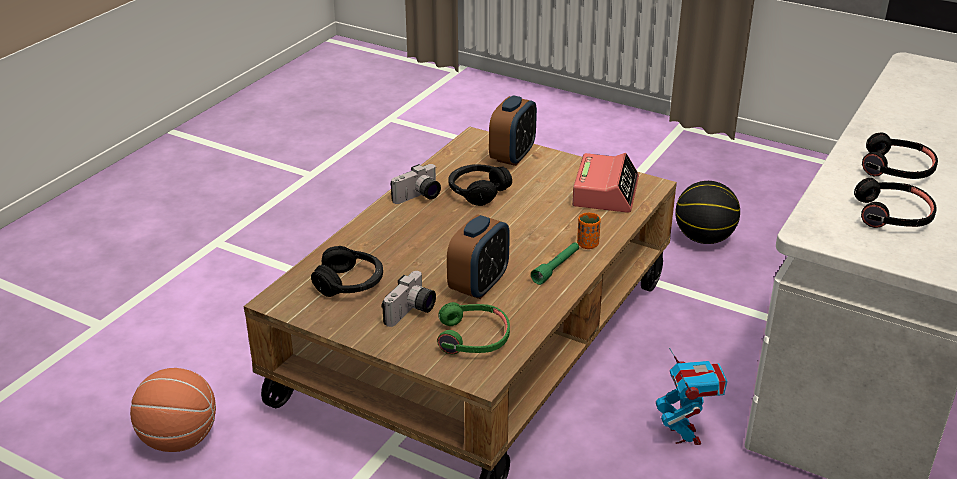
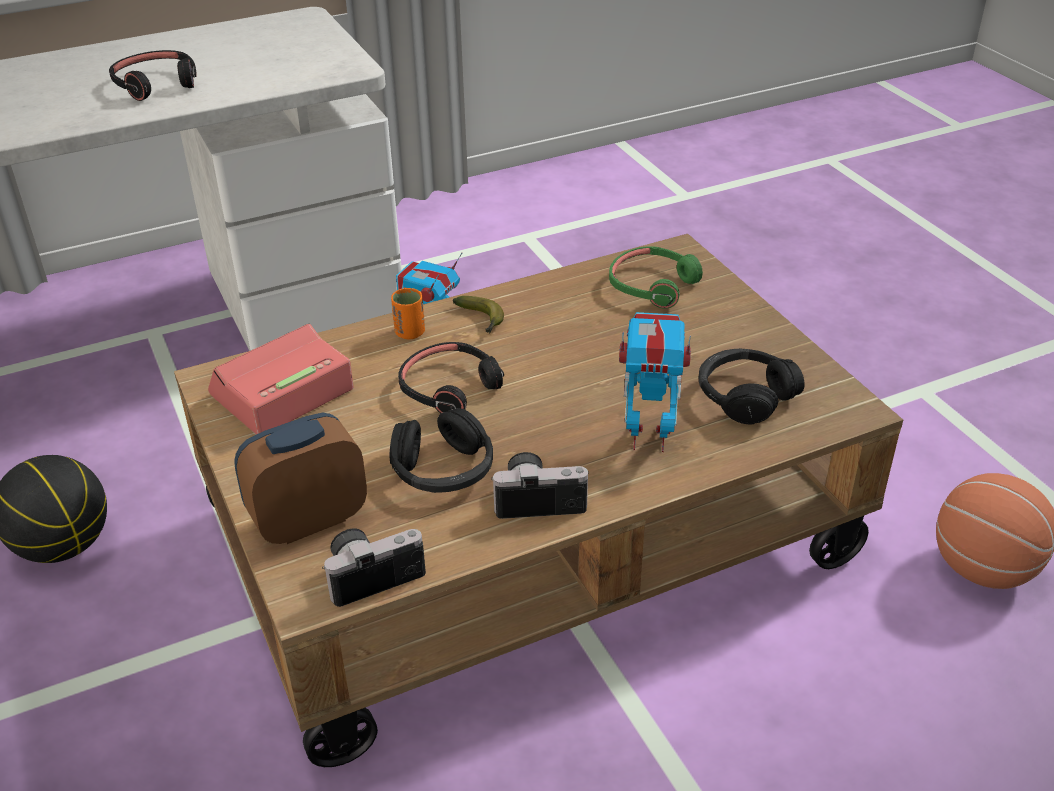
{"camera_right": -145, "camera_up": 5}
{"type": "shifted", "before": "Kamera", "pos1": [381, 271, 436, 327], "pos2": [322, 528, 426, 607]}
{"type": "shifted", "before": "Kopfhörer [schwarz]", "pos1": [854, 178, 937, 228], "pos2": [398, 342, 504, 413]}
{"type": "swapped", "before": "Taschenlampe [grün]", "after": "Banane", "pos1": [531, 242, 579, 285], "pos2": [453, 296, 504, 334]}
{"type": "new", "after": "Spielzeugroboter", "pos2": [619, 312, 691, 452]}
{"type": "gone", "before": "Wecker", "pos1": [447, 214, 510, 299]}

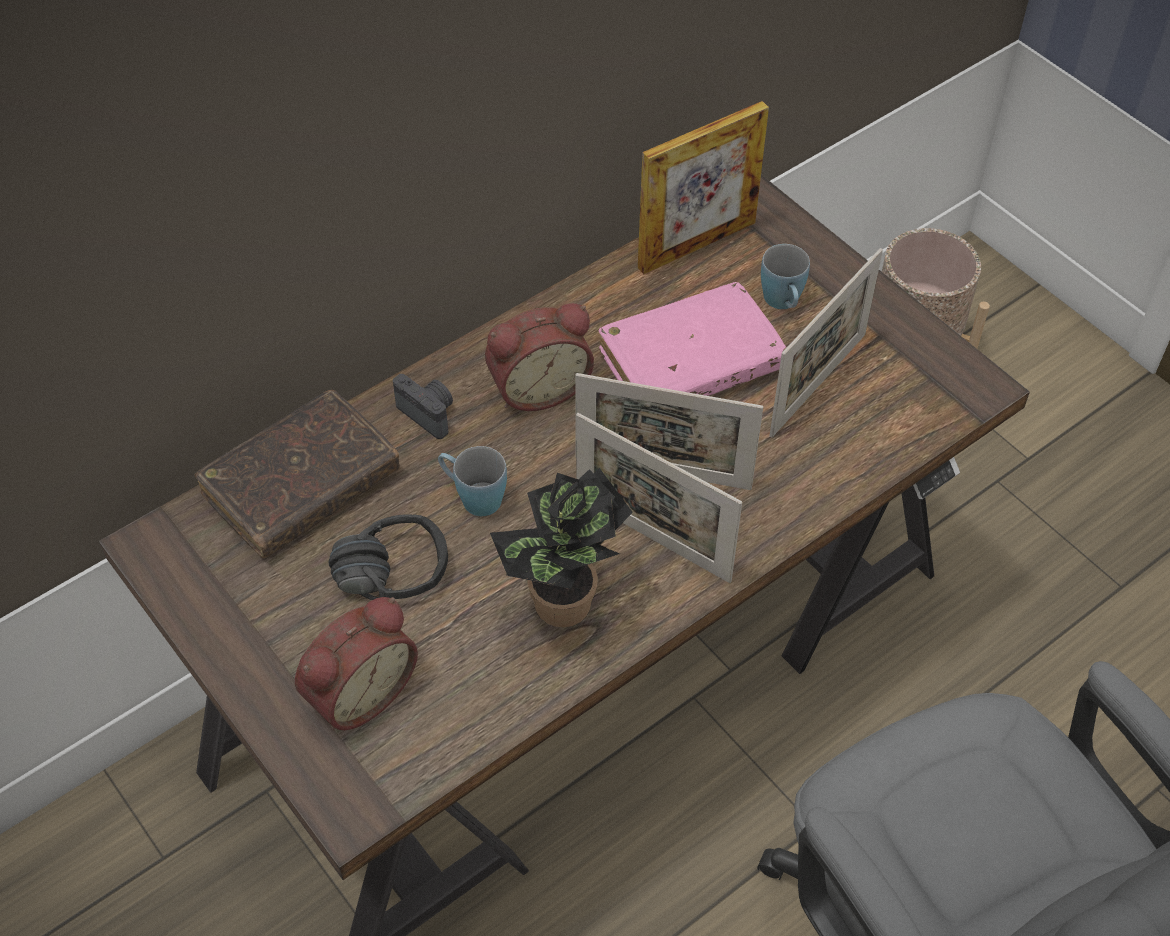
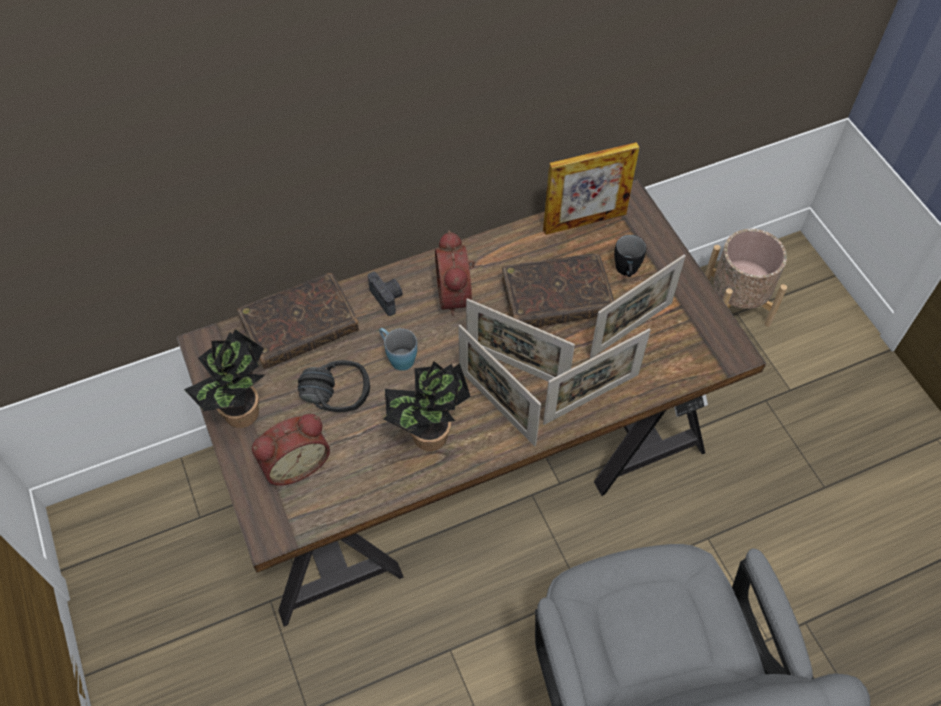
{"camera_right": 15, "camera_up": 5}
{"type": "new", "after": "Topfpflanze", "pos2": [184, 329, 265, 428]}
{"type": "rotated", "before": "Wecker", "pos1": [485, 303, 594, 411], "pos2": [435, 230, 475, 316], "turn": 90}
{"type": "repainted", "before": "Buch [rosa]", "after": "Buch [braun]", "pos1": [598, 282, 787, 396], "pos2": [502, 253, 614, 327]}
{"type": "new", "after": "Bilderrahmen", "pos2": [543, 329, 651, 425]}
{"type": "repainted", "before": "Henkelbecher [blau]", "after": "Henkelbecher [schwarz]", "pos1": [761, 244, 810, 309], "pos2": [614, 235, 646, 277]}

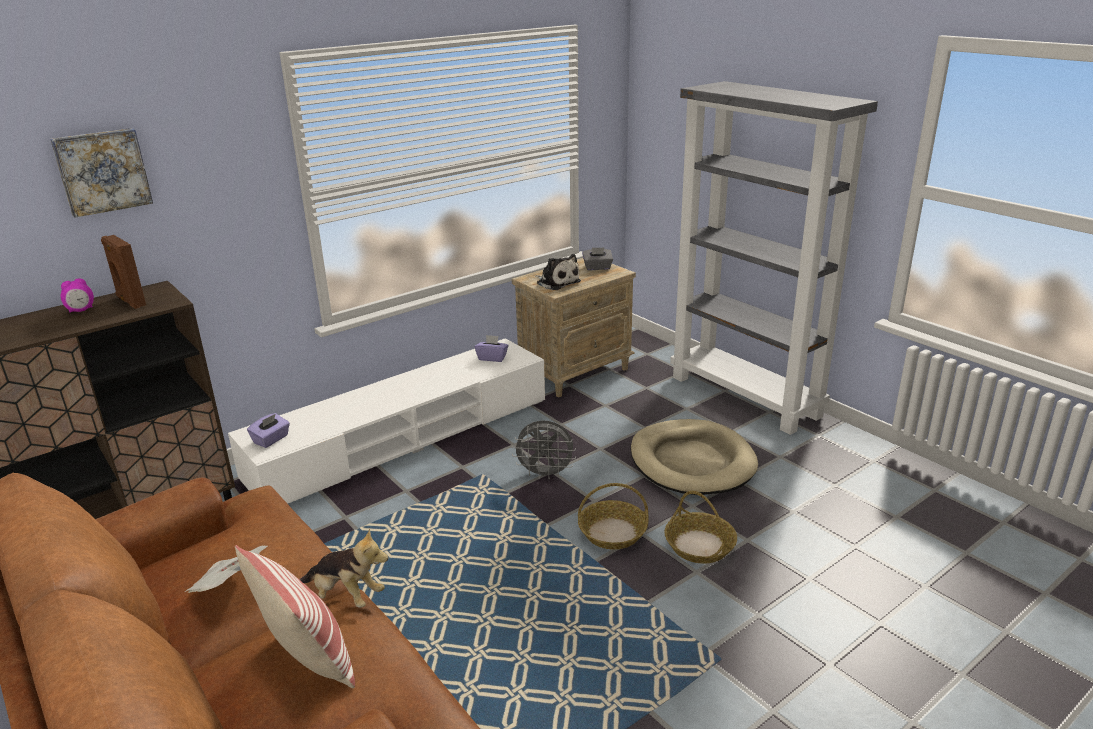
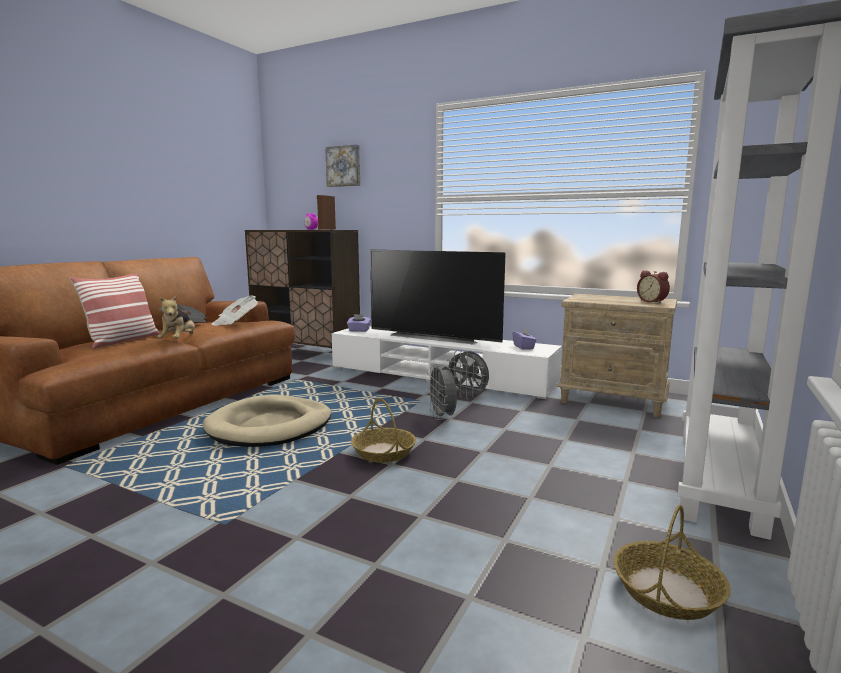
{"camera_right": 65, "camera_up": -15}
{"type": "shifted", "before": "Hundebett [beige]", "pos1": [631, 419, 758, 495], "pos2": [203, 395, 331, 447]}
{"type": "new", "after": "Zeitung", "pos2": [212, 296, 258, 326]}
{"type": "new", "after": "Fernseher", "pos2": [370, 250, 506, 344]}
{"type": "new", "after": "Ventilator [grau]", "pos2": [445, 350, 489, 399]}
{"type": "shifted", "before": "Korb", "pos1": [665, 491, 737, 564], "pos2": [613, 505, 731, 620]}
{"type": "swapped", "before": "Taschentuchbox [grau]", "after": "Wecker", "pos1": [582, 247, 613, 270], "pos2": [637, 270, 670, 303]}
{"type": "gone", "before": "Plüschtier", "pos1": [535, 254, 581, 290]}

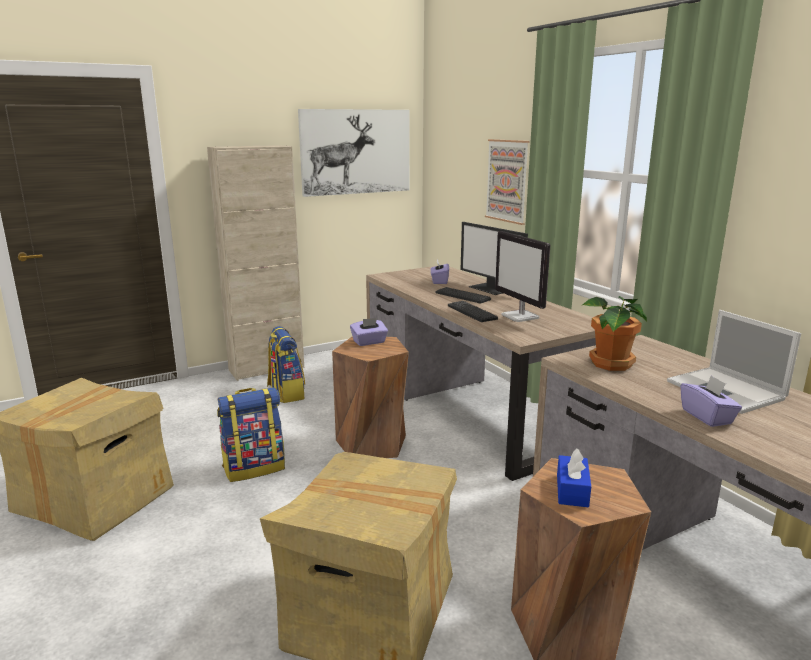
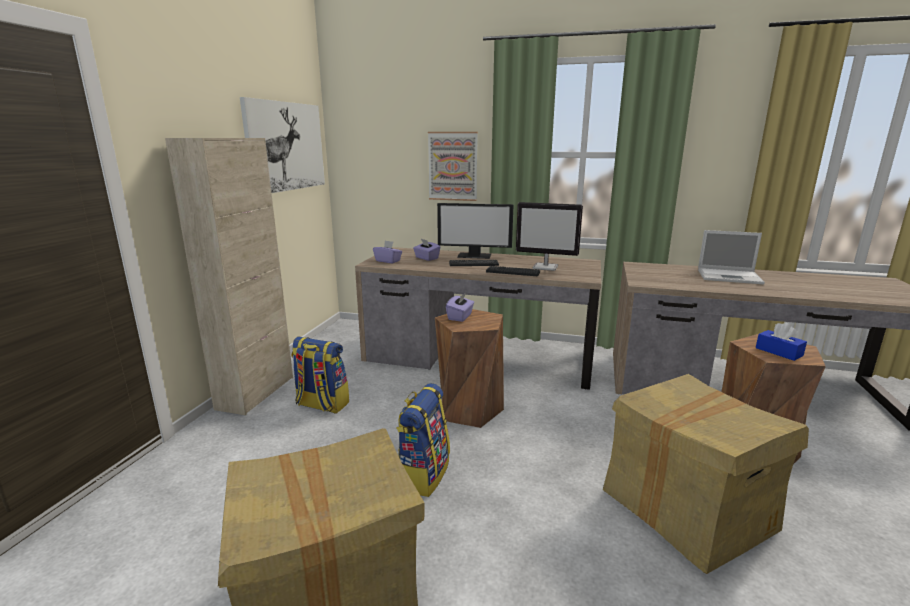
{"camera_right": -45, "camera_up": 0}
{"type": "shifted", "before": "Taschentuchbox [lila]", "pos1": [680, 375, 742, 427], "pos2": [373, 241, 402, 263]}
{"type": "gone", "before": "Topfpflanze", "pos1": [583, 296, 647, 371]}

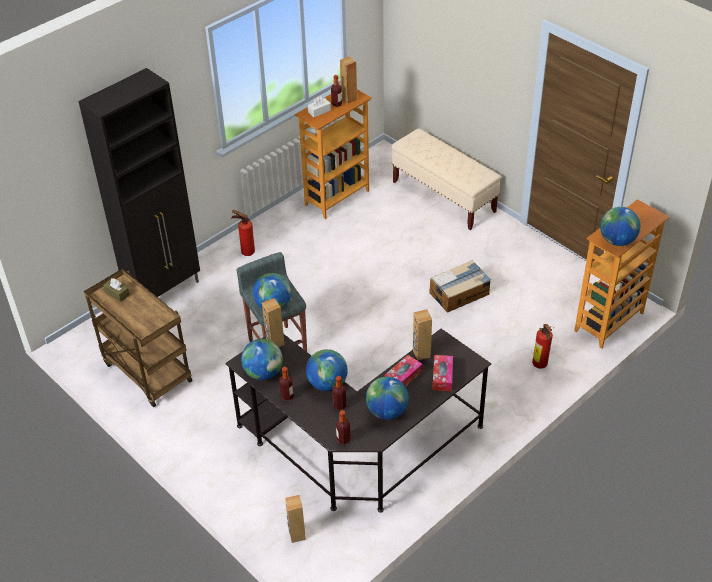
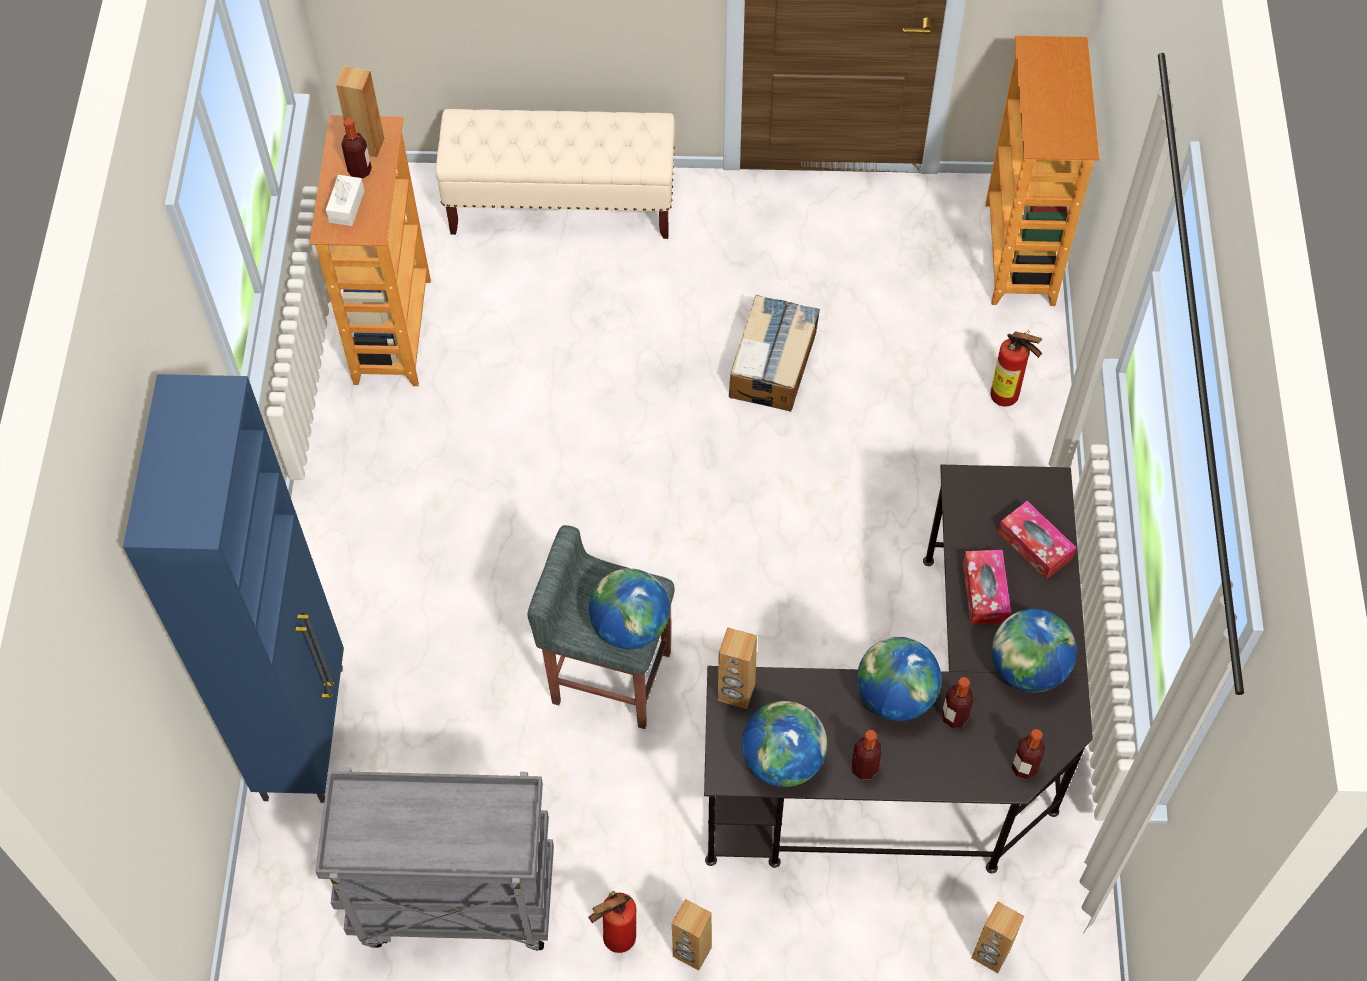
{"camera_right": -45, "camera_up": 15}
{"type": "repainted", "before": "Schrank [schwarz]", "after": "Schrank [blau]", "pos1": [78, 68, 200, 297], "pos2": [123, 374, 344, 803]}
{"type": "repainted", "before": "Rollwagen [braun]", "after": "Rollwagen [grau]", "pos1": [84, 268, 192, 407], "pos2": [315, 767, 554, 951]}
{"type": "shifted", "before": "Feuerlöscher", "pos1": [231, 210, 255, 256], "pos2": [588, 891, 636, 953]}
{"type": "shifted", "before": "Lautsprecher [braun]", "pos1": [413, 309, 432, 361], "pos2": [672, 899, 712, 971]}
{"type": "gone", "before": "Taschentuchbox [braun]", "pos1": [103, 278, 130, 302]}
{"type": "gone", "before": "Globus", "pos1": [600, 207, 640, 246]}

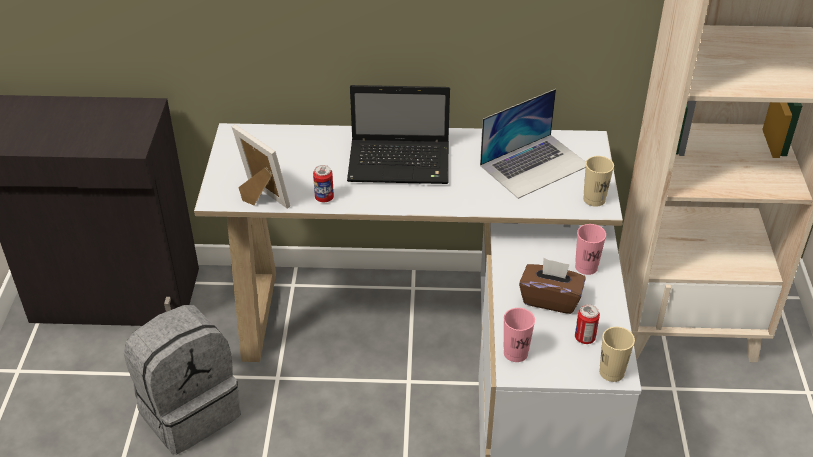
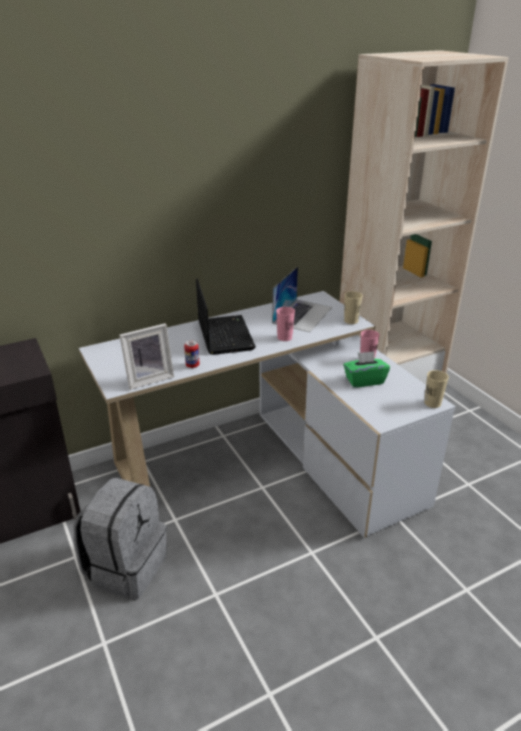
{"camera_right": -30, "camera_up": -10}
{"type": "rotated", "before": "Bilderrahmen", "pos1": [232, 124, 290, 208], "pos2": [119, 323, 174, 390], "turn": 135}
{"type": "rotated", "before": "Laptop", "pos1": [347, 85, 450, 184], "pos2": [196, 279, 256, 355], "turn": -75}
{"type": "shifted", "before": "Tasse [rosa]", "pos1": [504, 308, 535, 362], "pos2": [276, 307, 295, 341]}
{"type": "repainted", "before": "Taschentuchbox [braun]", "after": "Taschentuchbox [grün]", "pos1": [519, 258, 586, 314], "pos2": [343, 351, 390, 388]}
{"type": "gone", "before": "Dose", "pos1": [575, 304, 600, 344]}

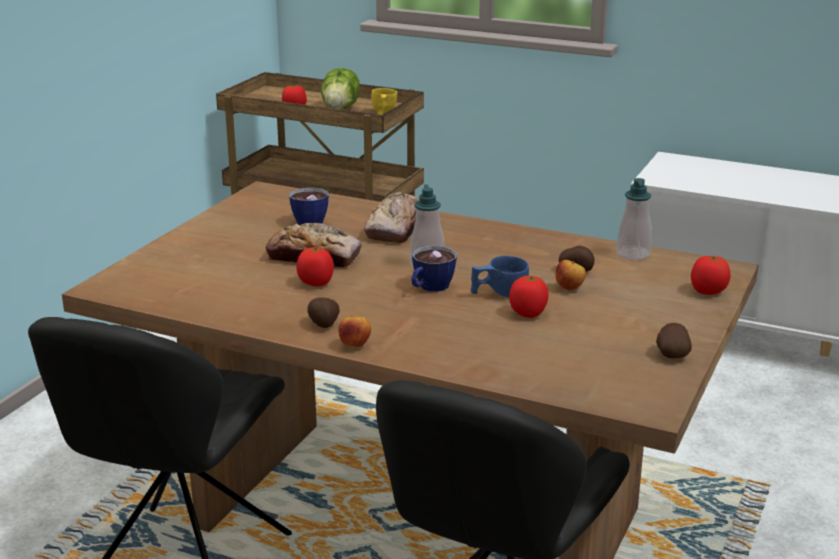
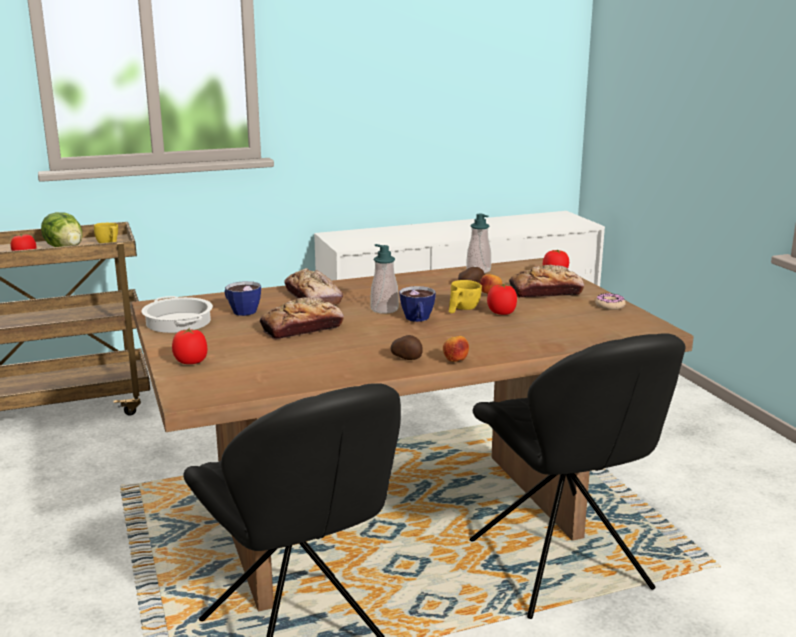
{"camera_right": -45, "camera_up": -5}
{"type": "new", "after": "Kochtopf", "pos2": [142, 296, 213, 333]}
{"type": "shifted", "before": "Tomate", "pos1": [296, 247, 334, 286], "pos2": [172, 328, 207, 364]}
{"type": "repainted", "before": "Tasse [blau]", "after": "Tasse [gelb]", "pos1": [471, 256, 529, 297], "pos2": [449, 280, 482, 313]}
{"type": "new", "after": "Brot", "pos2": [509, 265, 584, 298]}
{"type": "swapped", "before": "Kartoffel", "after": "Donut", "pos1": [656, 323, 692, 359], "pos2": [595, 293, 626, 310]}

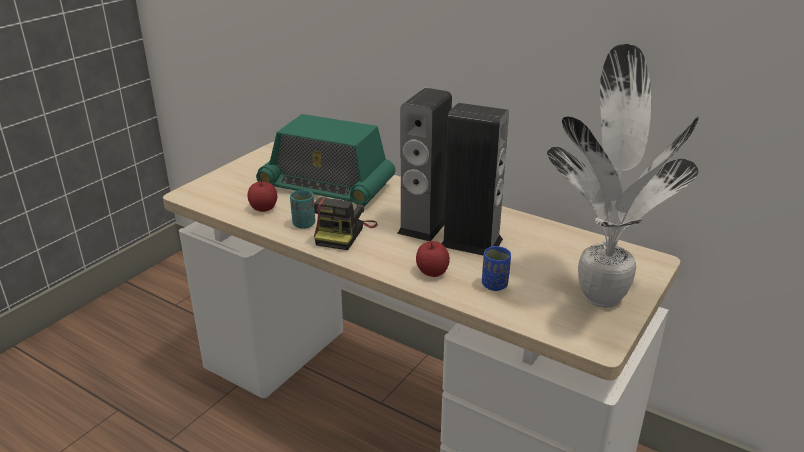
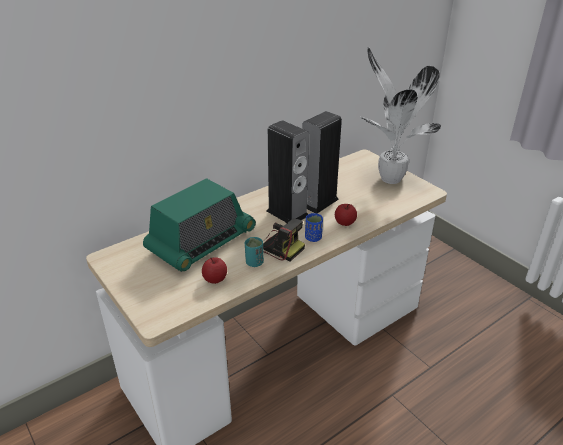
{"camera_right": -70, "camera_up": 5}
{"type": "shifted", "before": "Tasse [blau]", "pos1": [482, 246, 511, 291], "pos2": [305, 213, 323, 242]}

